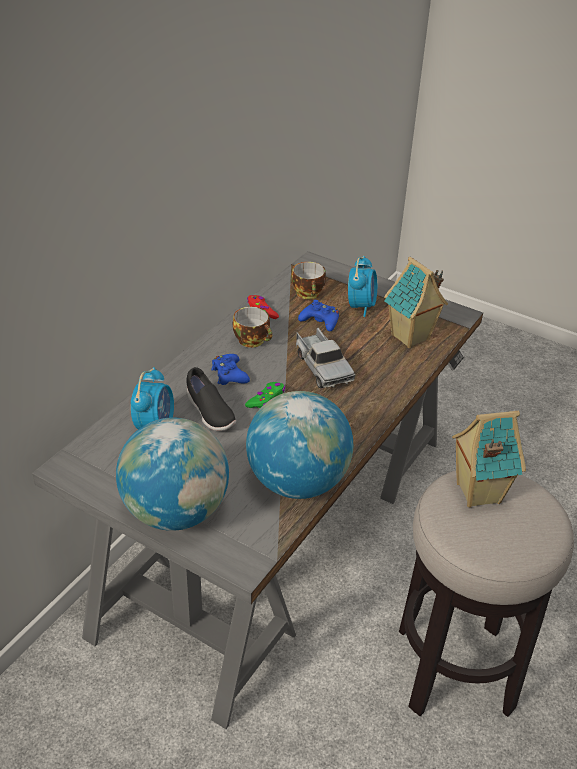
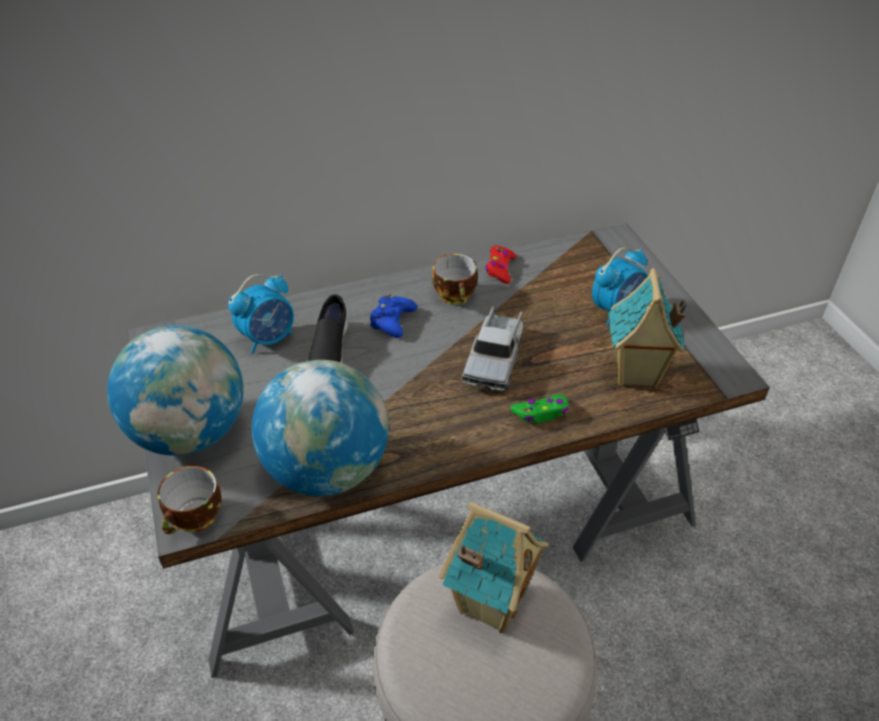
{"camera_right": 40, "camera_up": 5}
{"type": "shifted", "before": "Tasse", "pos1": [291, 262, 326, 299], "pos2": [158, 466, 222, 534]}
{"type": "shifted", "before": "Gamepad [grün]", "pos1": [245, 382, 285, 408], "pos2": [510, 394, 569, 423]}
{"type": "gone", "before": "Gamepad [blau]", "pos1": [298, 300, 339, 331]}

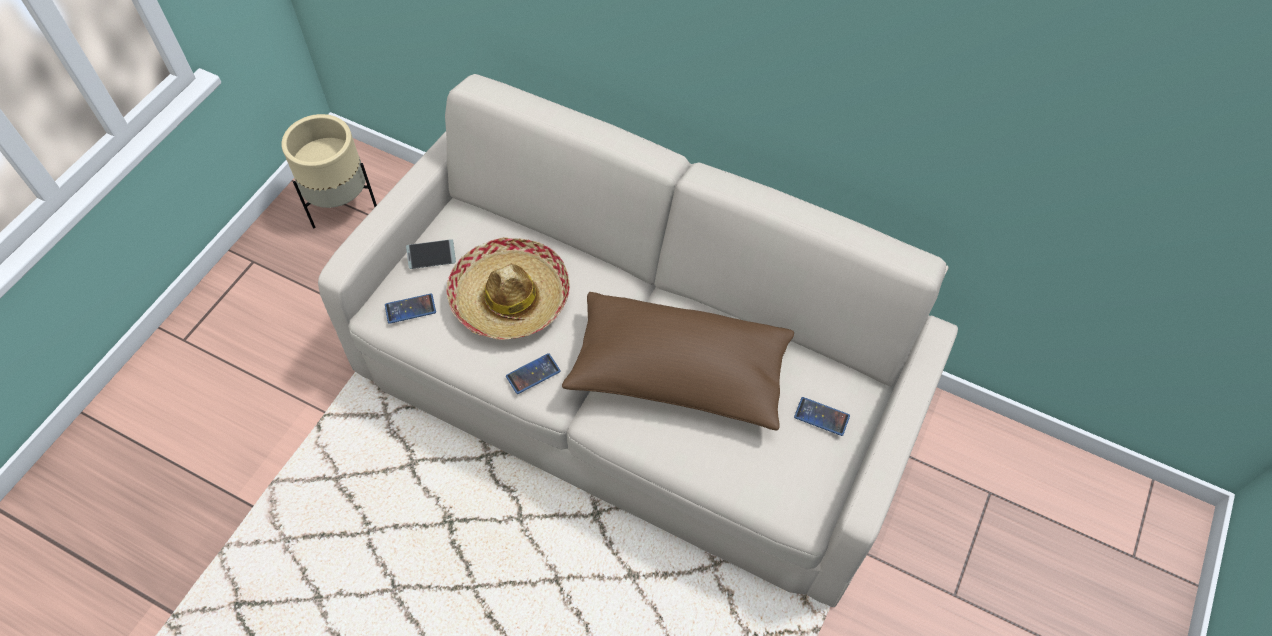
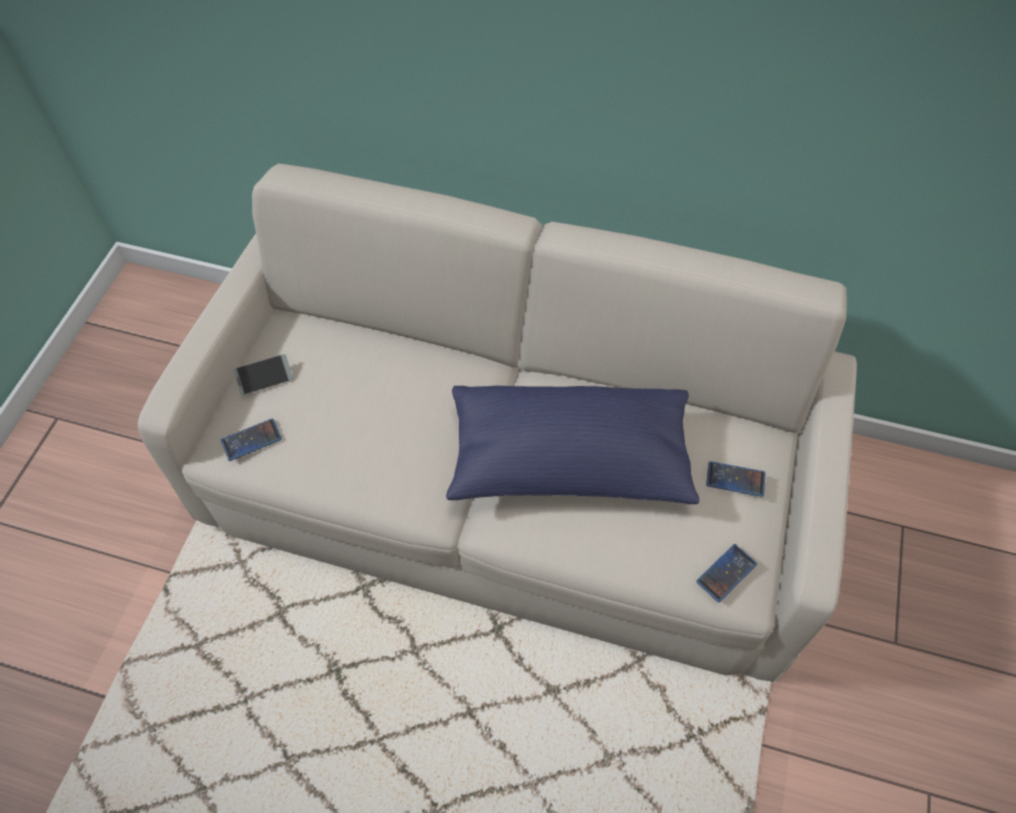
{"camera_right": -10, "camera_up": 0}
{"type": "repainted", "before": "Kissen [braun]", "after": "Kissen [blau]", "pos1": [562, 292, 794, 430], "pos2": [446, 386, 699, 504]}
{"type": "shifted", "before": "Handy", "pos1": [506, 353, 561, 394], "pos2": [696, 544, 757, 602]}
{"type": "gone", "before": "Pflanzkübel [beige]", "pos1": [282, 114, 377, 228]}
{"type": "gone", "before": "Hut", "pos1": [446, 237, 570, 340]}

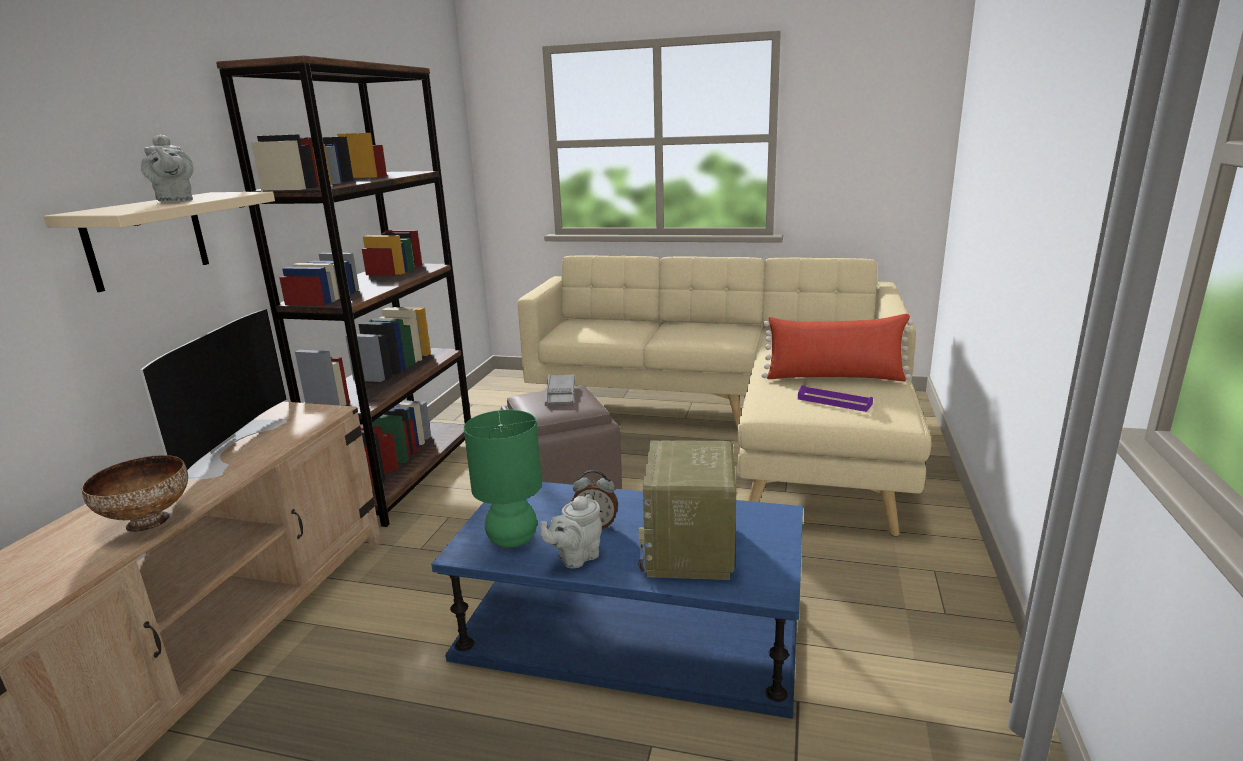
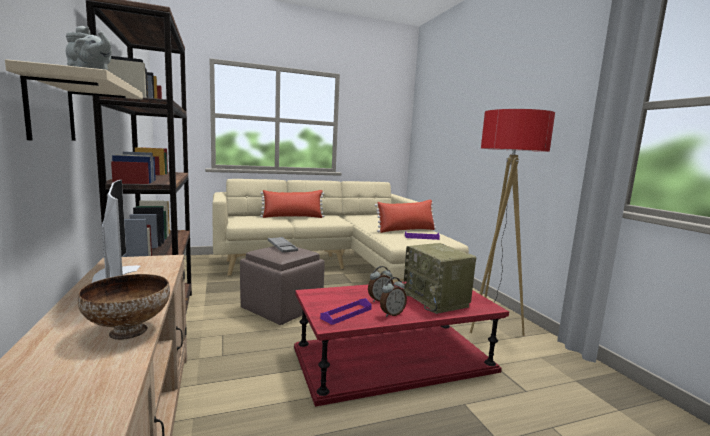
{"camera_right": -35, "camera_up": -10}
{"type": "new", "after": "Kissen [rot]", "pos2": [260, 190, 324, 218]}
{"type": "repainted", "before": "Couchtisch [blau]", "after": "Couchtisch [rot]", "pos1": [431, 482, 803, 719], "pos2": [294, 282, 509, 407]}
{"type": "swapped", "before": "Tischlampe [grün]", "after": "Tablett [lila]", "pos1": [464, 410, 542, 548], "pos2": [320, 298, 372, 325]}
{"type": "swapped", "before": "Teekanne [grau]", "after": "Wecker", "pos1": [540, 494, 602, 568], "pos2": [380, 277, 407, 317]}
{"type": "new", "after": "Stehlampe", "pos2": [470, 109, 555, 336]}

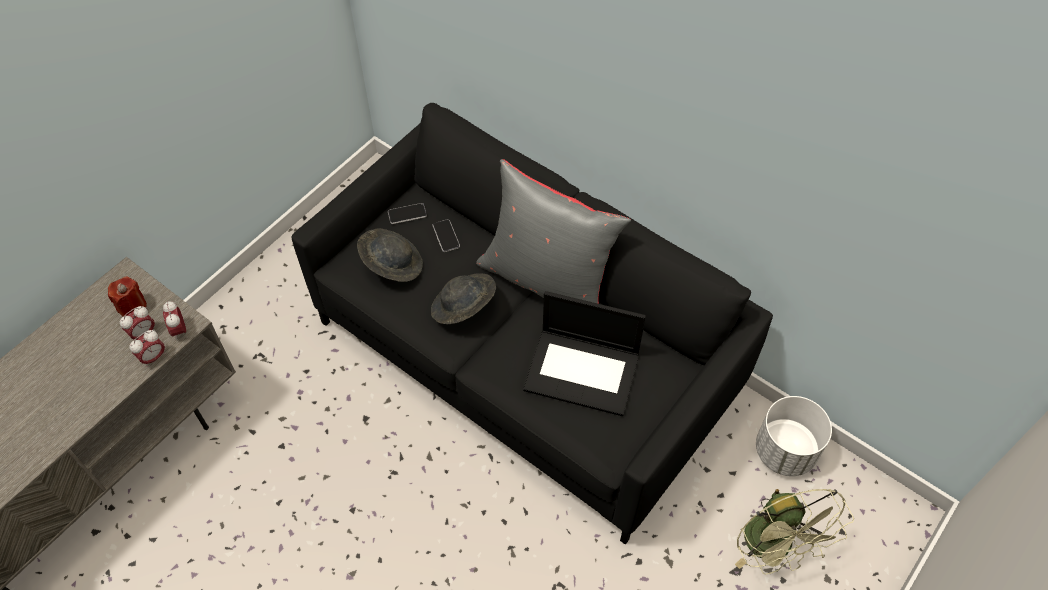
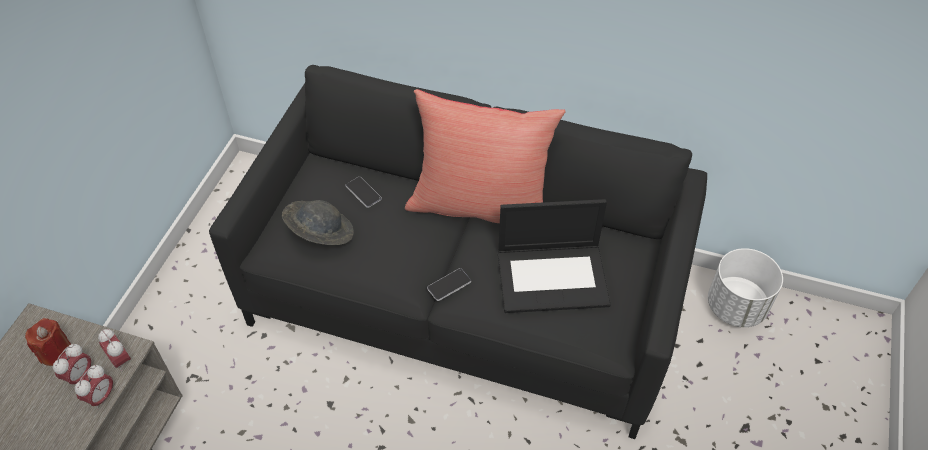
{"camera_right": -20, "camera_up": -5}
{"type": "repainted", "before": "Kissen [grau]", "after": "Kissen [rot]", "pos1": [476, 159, 631, 304], "pos2": [405, 89, 566, 223]}
{"type": "shifted", "before": "Handy", "pos1": [388, 203, 427, 224], "pos2": [427, 268, 471, 301]}
{"type": "gone", "before": "Hut [grau]", "pos1": [431, 273, 496, 324]}
{"type": "gone", "before": "Ventilator [grün]", "pos1": [735, 489, 854, 574]}

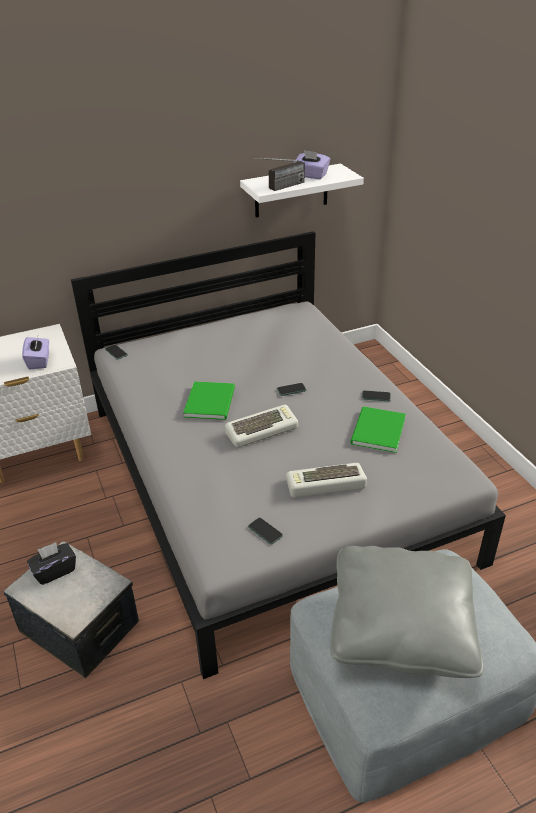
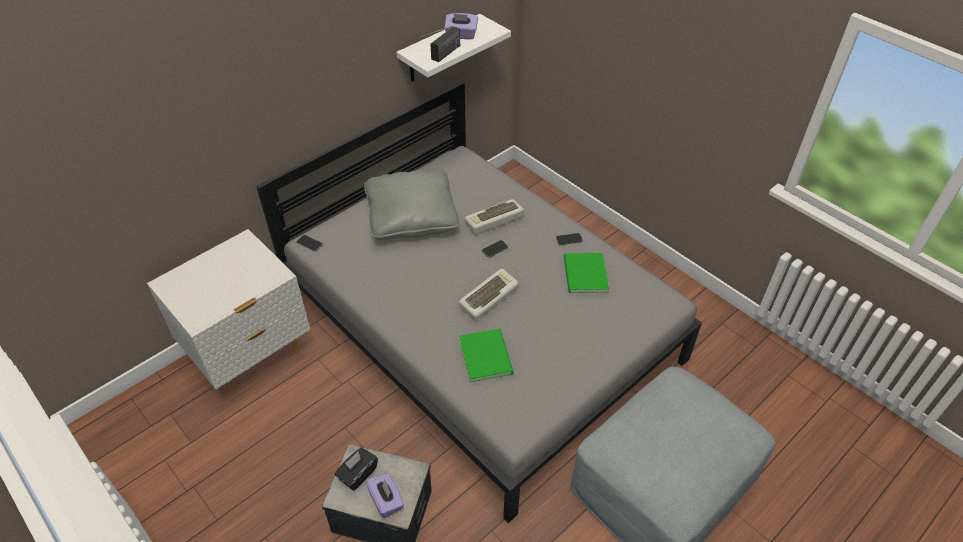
{"camera_right": -20, "camera_up": 10}
{"type": "shifted", "before": "Kissen [grau]", "pos1": [330, 546, 484, 678], "pos2": [364, 170, 460, 240]}
{"type": "shifted", "before": "Taschentuchbox [lila]", "pos1": [22, 334, 49, 369], "pos2": [366, 473, 404, 518]}
{"type": "shifted", "before": "Buch [grün]", "pos1": [183, 381, 235, 420], "pos2": [459, 329, 513, 382]}
{"type": "shifted", "before": "Tastatur", "pos1": [286, 463, 367, 498], "pos2": [464, 199, 524, 235]}
{"type": "gone", "before": "Handy", "pos1": [248, 518, 283, 544]}

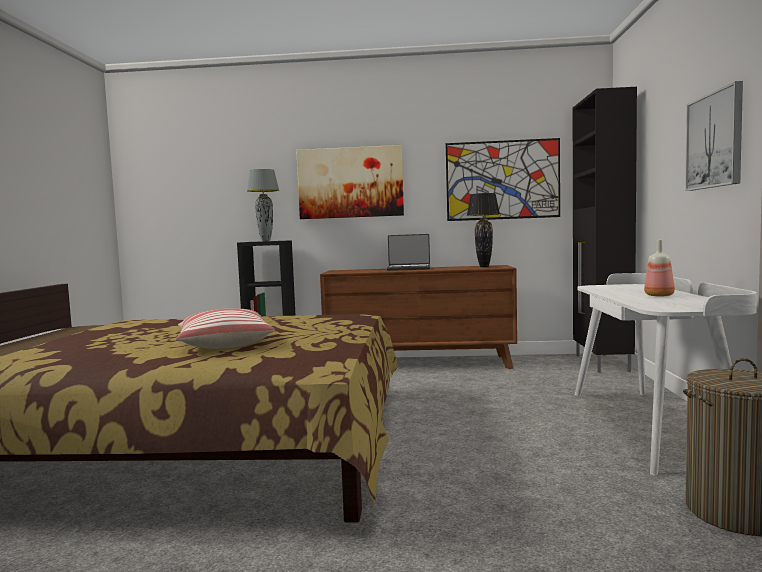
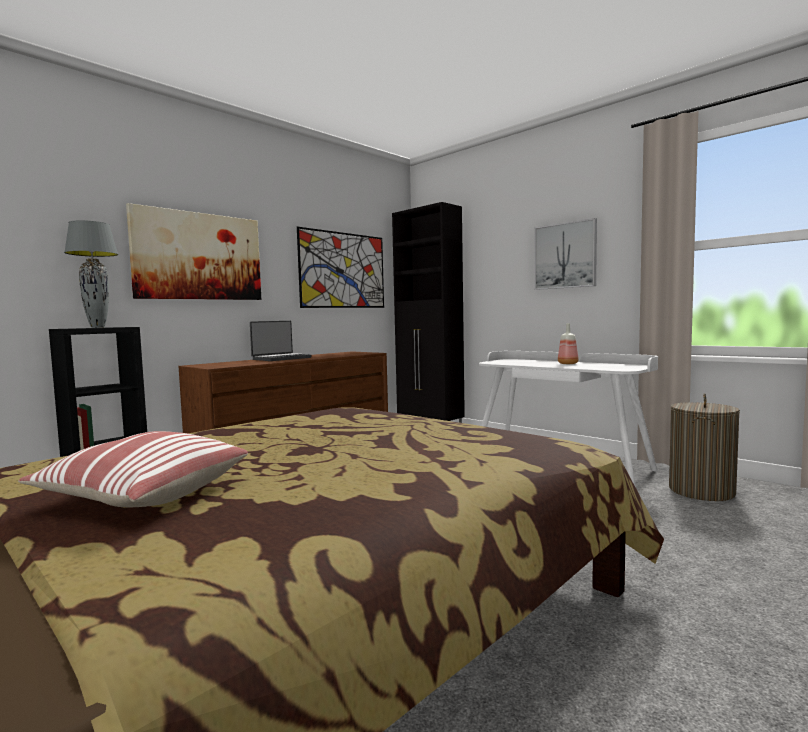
{"camera_right": -50, "camera_up": 0}
{"type": "shifted", "before": "Kissen", "pos1": [176, 308, 275, 349], "pos2": [18, 431, 248, 507]}
{"type": "gone", "before": "Tischlampe [schwarz]", "pos1": [467, 193, 500, 267]}

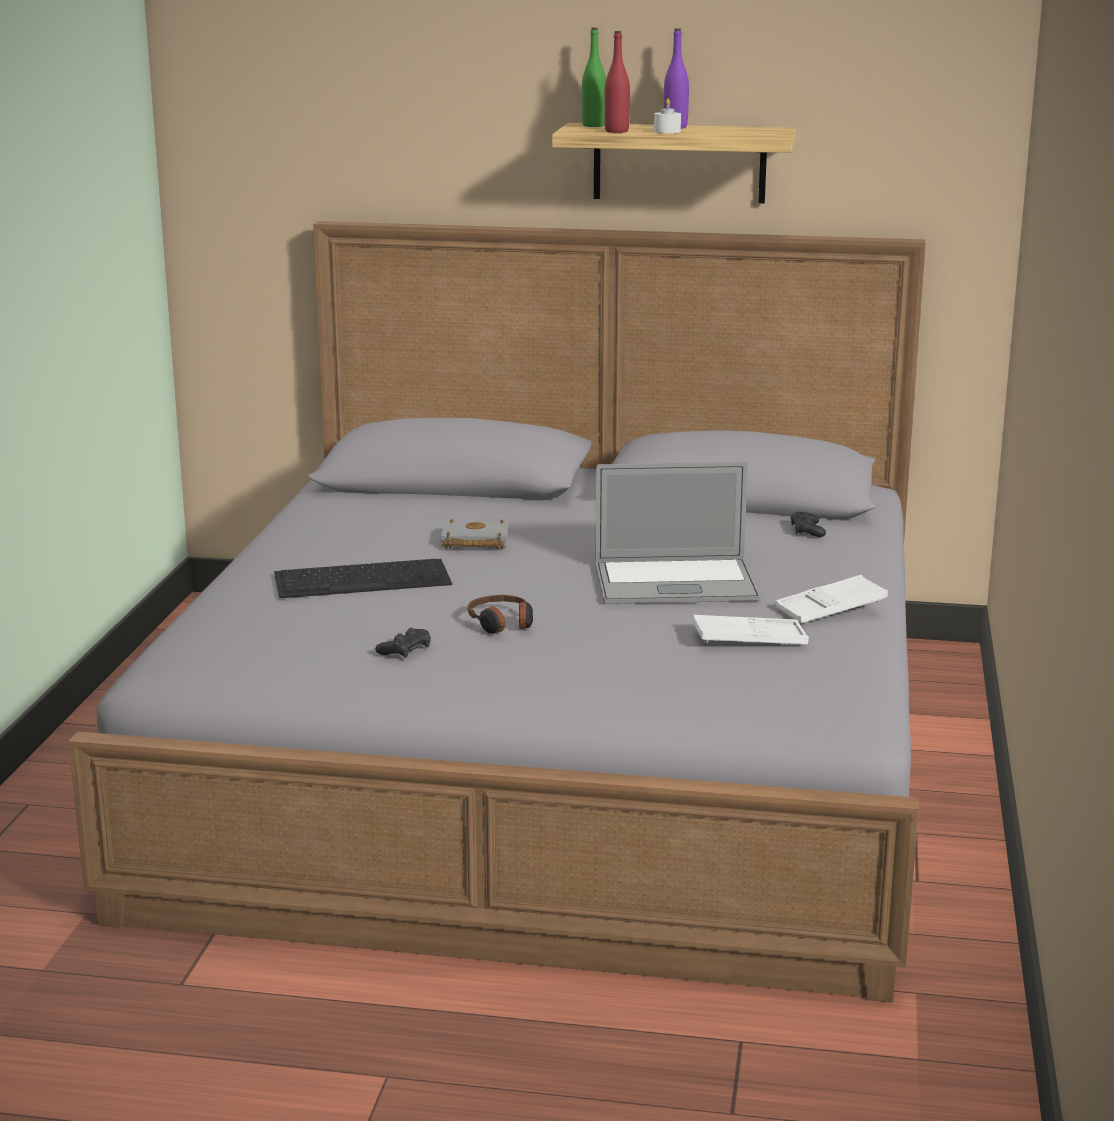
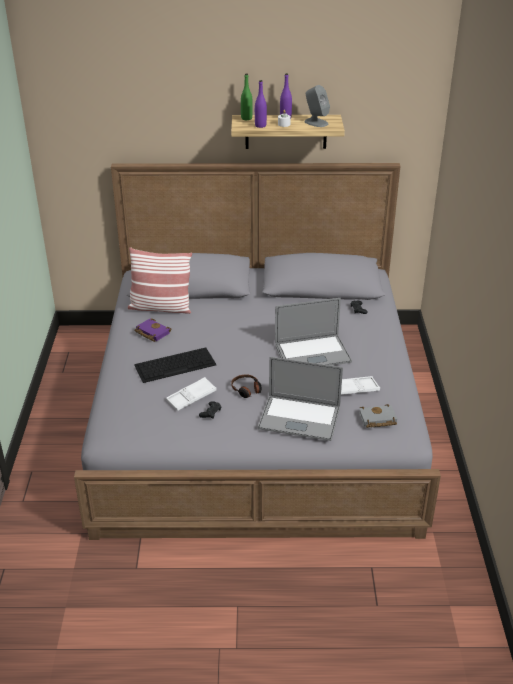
{"camera_right": -10, "camera_up": 15}
{"type": "new", "after": "Kissen", "pos2": [128, 247, 192, 314]}
{"type": "new", "after": "Buch [lila]", "pos2": [134, 318, 171, 342]}
{"type": "shifted", "before": "Tablett [weiß]", "pos1": [776, 575, 888, 623], "pos2": [166, 377, 216, 411]}
{"type": "repainted", "before": "Flasche [rot]", "after": "Flasche [lila]", "pos1": [604, 31, 630, 133], "pos2": [255, 80, 267, 128]}
{"type": "new", "after": "Laptop", "pos2": [258, 357, 343, 441]}
{"type": "new", "after": "Lautsprecher [grau]", "pos2": [304, 85, 330, 127]}
{"type": "shifted", "before": "Buch [grau]", "pos1": [441, 519, 509, 549], "pos2": [359, 404, 397, 428]}

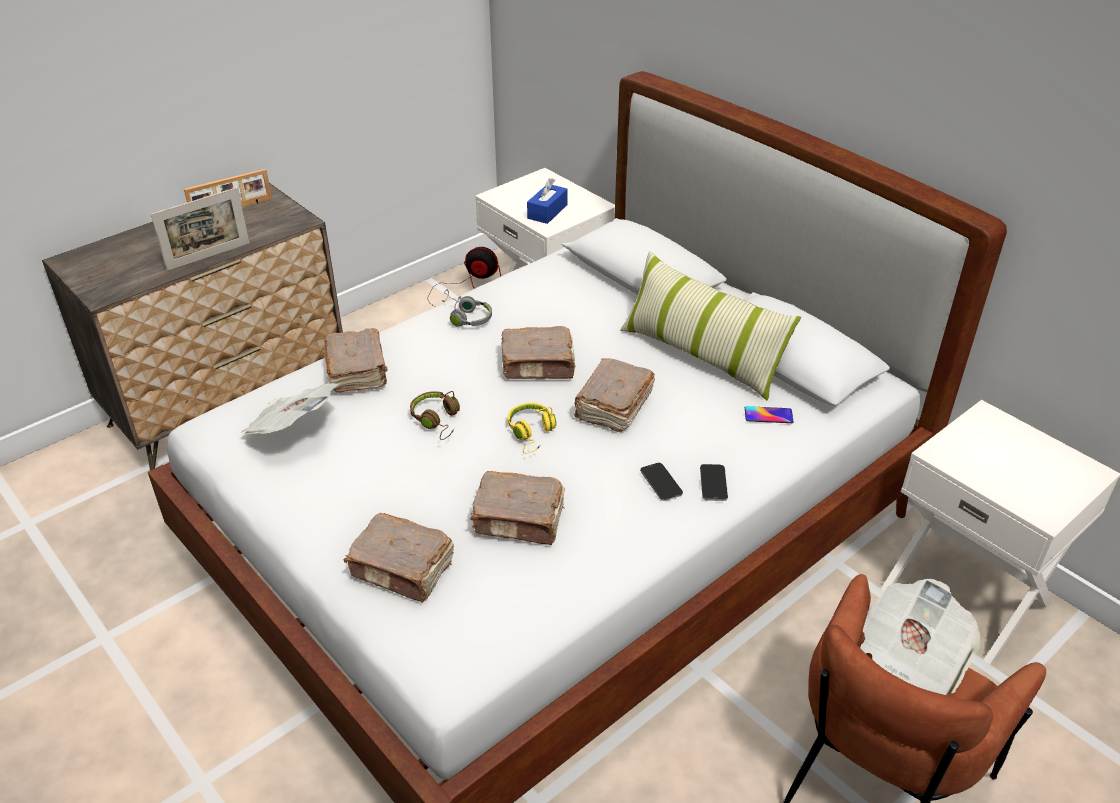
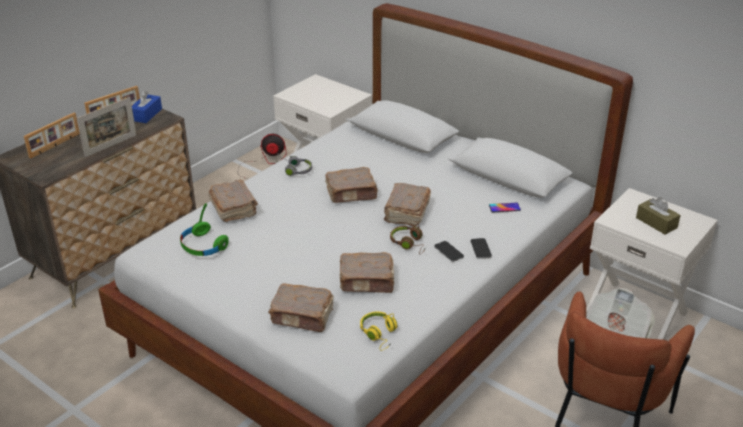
{"camera_right": -10, "camera_up": -5}
{"type": "new", "after": "Bilderrahmen", "pos2": [24, 113, 80, 159]}
{"type": "shifted", "before": "Taschentuchbox [blau]", "pos1": [527, 178, 568, 224], "pos2": [132, 89, 162, 123]}
{"type": "swapped", "before": "Zeitung", "after": "Kopfhörer [grün]", "pos1": [240, 383, 339, 434], "pos2": [180, 203, 229, 256]}
{"type": "shifted", "before": "Kopfhörer [gelb]", "pos1": [507, 403, 556, 454], "pos2": [360, 311, 397, 351]}
{"type": "shifted", "before": "Kopfhörer [braun]", "pos1": [410, 391, 460, 440], "pos2": [390, 223, 426, 254]}
{"type": "new", "after": "Taschentuchbox [braun]", "pos2": [636, 197, 681, 235]}
{"type": "gone", "before": "Kissen", "pos1": [620, 251, 801, 400]}

